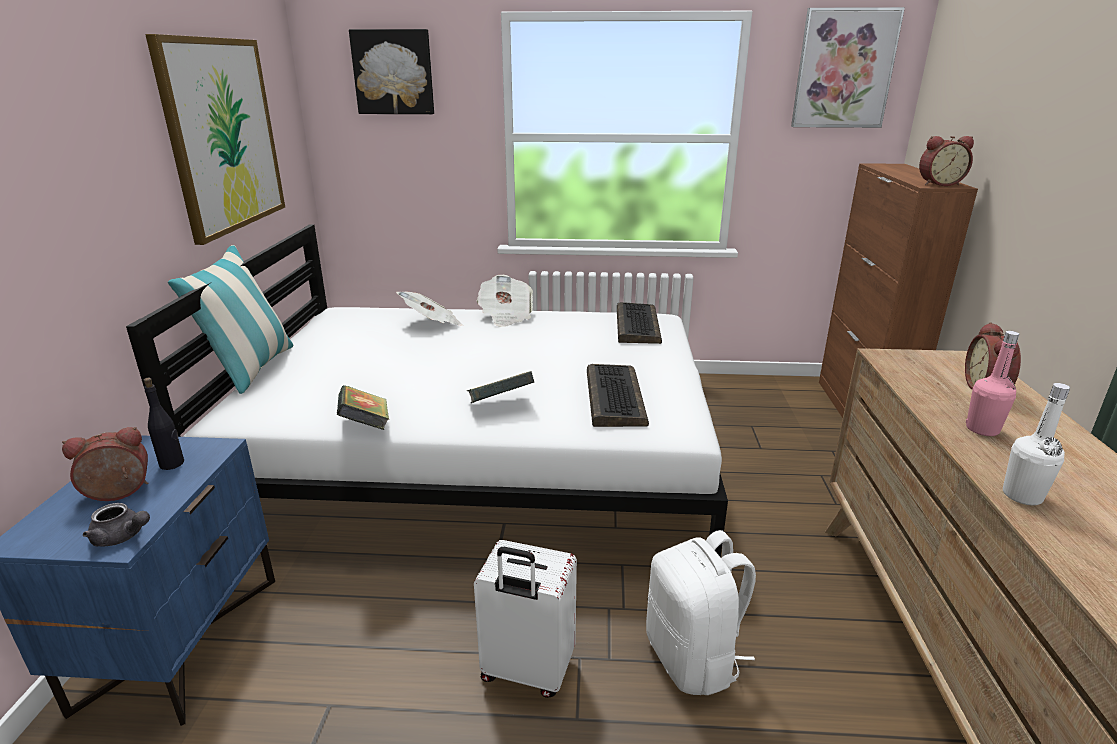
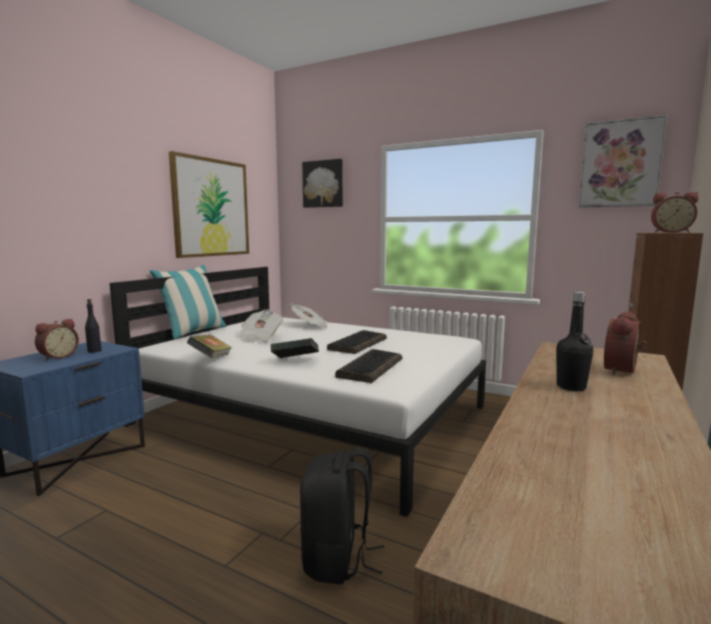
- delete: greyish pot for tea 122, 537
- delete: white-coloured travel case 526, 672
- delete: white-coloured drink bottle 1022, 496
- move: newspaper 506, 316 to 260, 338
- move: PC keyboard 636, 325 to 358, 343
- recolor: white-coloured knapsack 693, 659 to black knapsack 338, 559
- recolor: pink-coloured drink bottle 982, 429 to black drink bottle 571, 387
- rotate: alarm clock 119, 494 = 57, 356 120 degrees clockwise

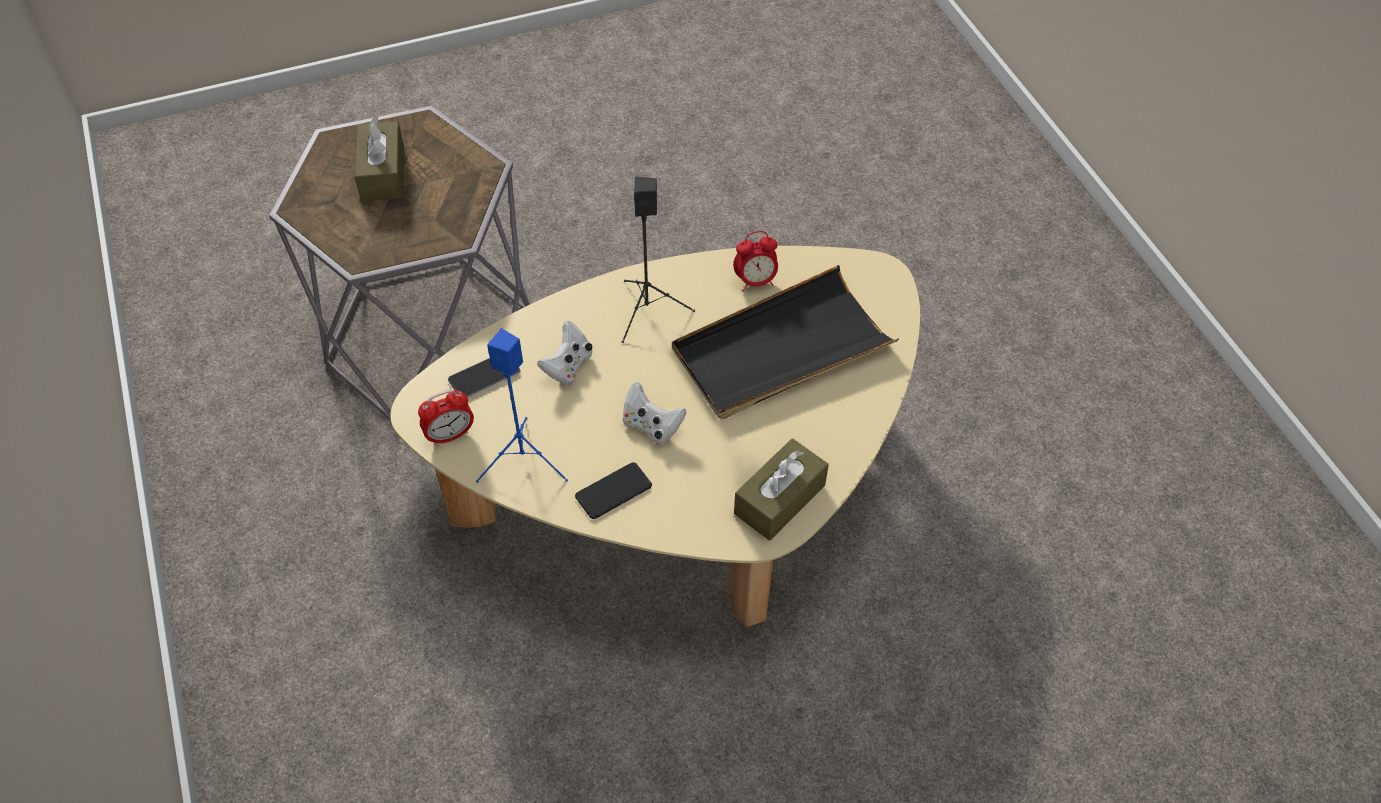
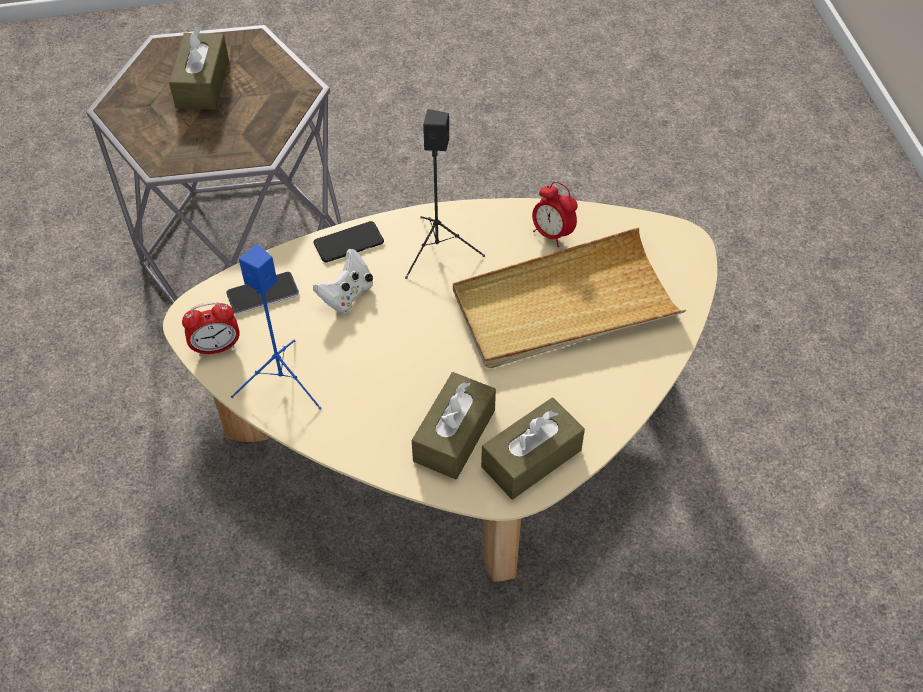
- delete: white-coloured game controller 651, 426
- insert: brownish tissue holder 454, 435
- move: phone 613, 491 to 348, 243
- recolor: black serving tray 781, 349 to beige-coloured serving tray 564, 305
- rotate: alarm clock 755, 281 = 552, 234 45 degrees clockwise

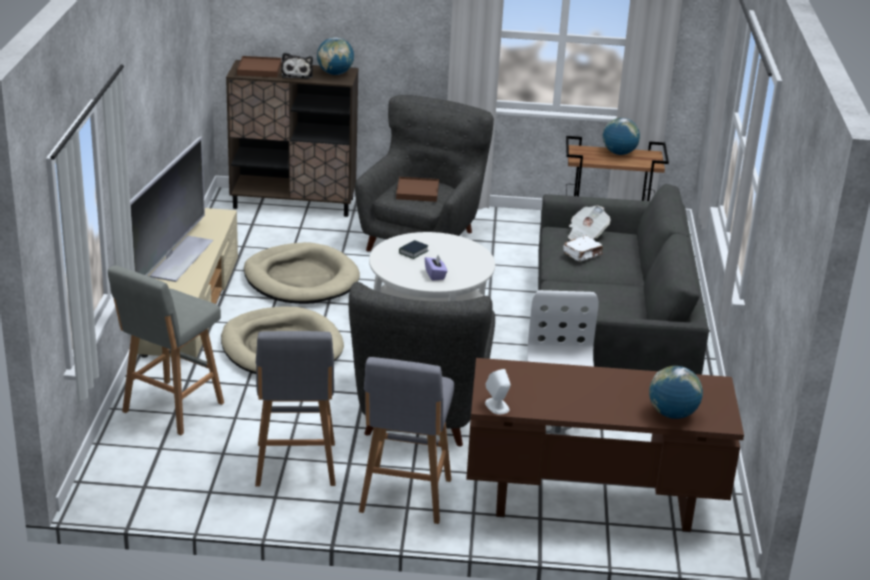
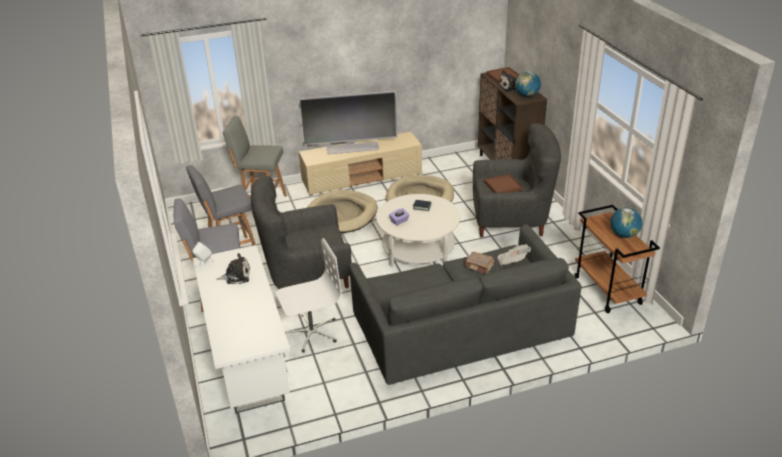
- delete: world globe 672, 414
- insert: cuddly toy 236, 276
- recolor: brownish desk 591, 502 to white-coloured desk 248, 363
- recolor: white-coloured book 582, 255 to brownish book 479, 267

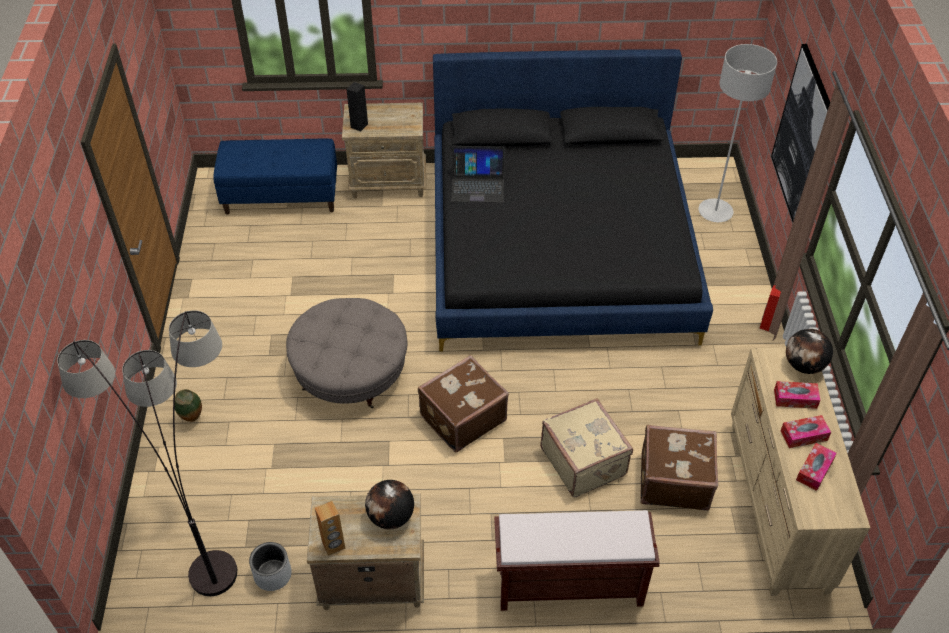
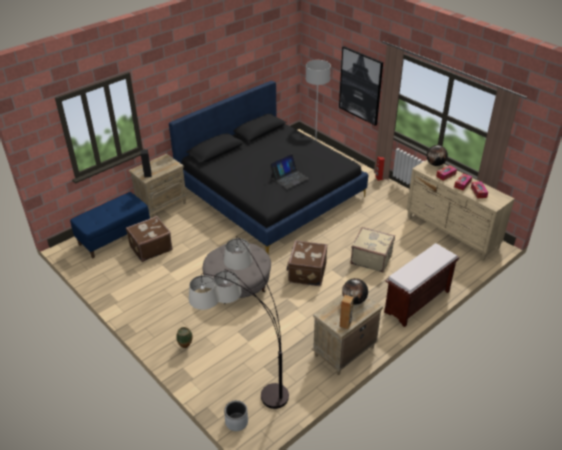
- move: greyish planter 272, 574 to 236, 422
- move: portable computer 477, 185 to 289, 178
- move: brownish travel case 673, 480 to 150, 248

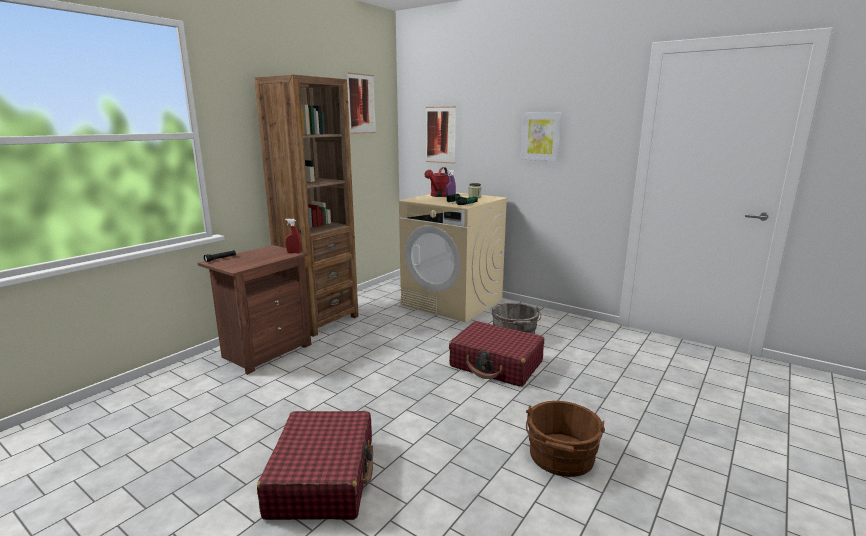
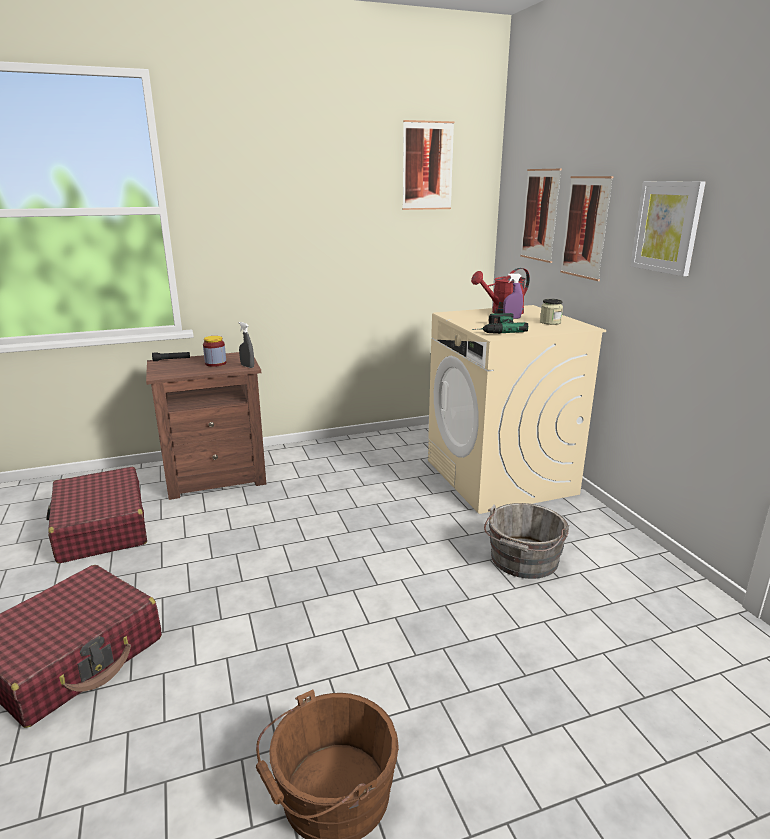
- delete: brownish bookcase 319, 320
- insert: jar 215, 363
- insert: picture 585, 227
- move: reddish travel case 496, 364 to 101, 528
- recolor: reddish sprayer 293, 252 to greyish sprayer 247, 366

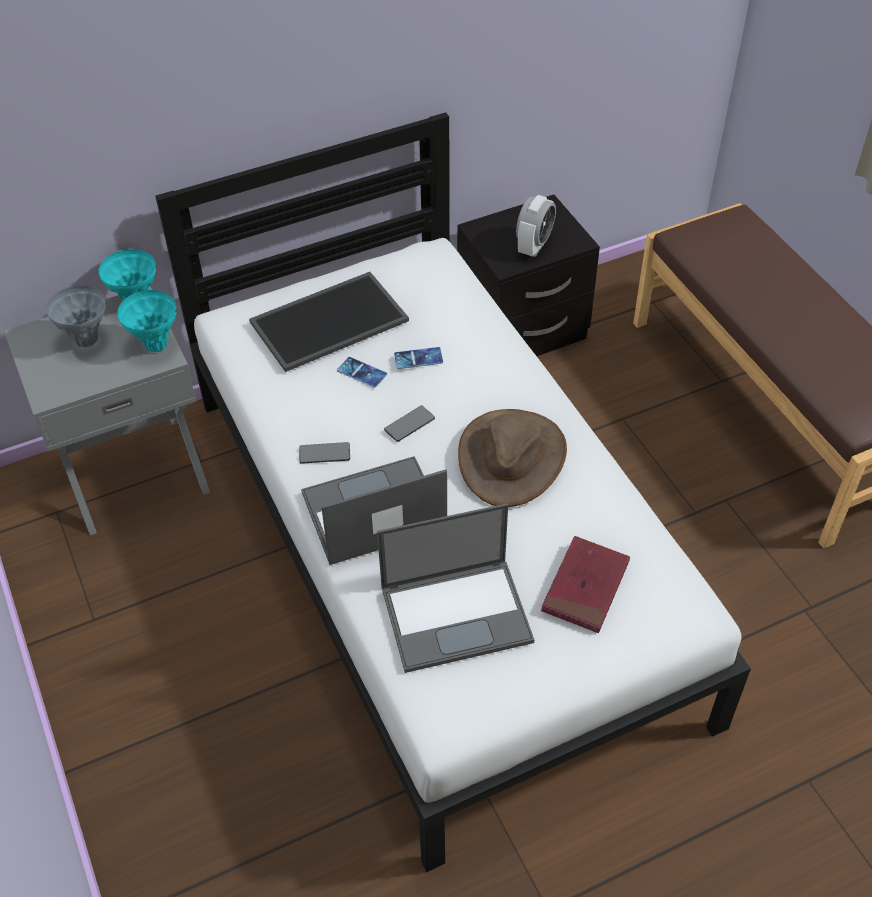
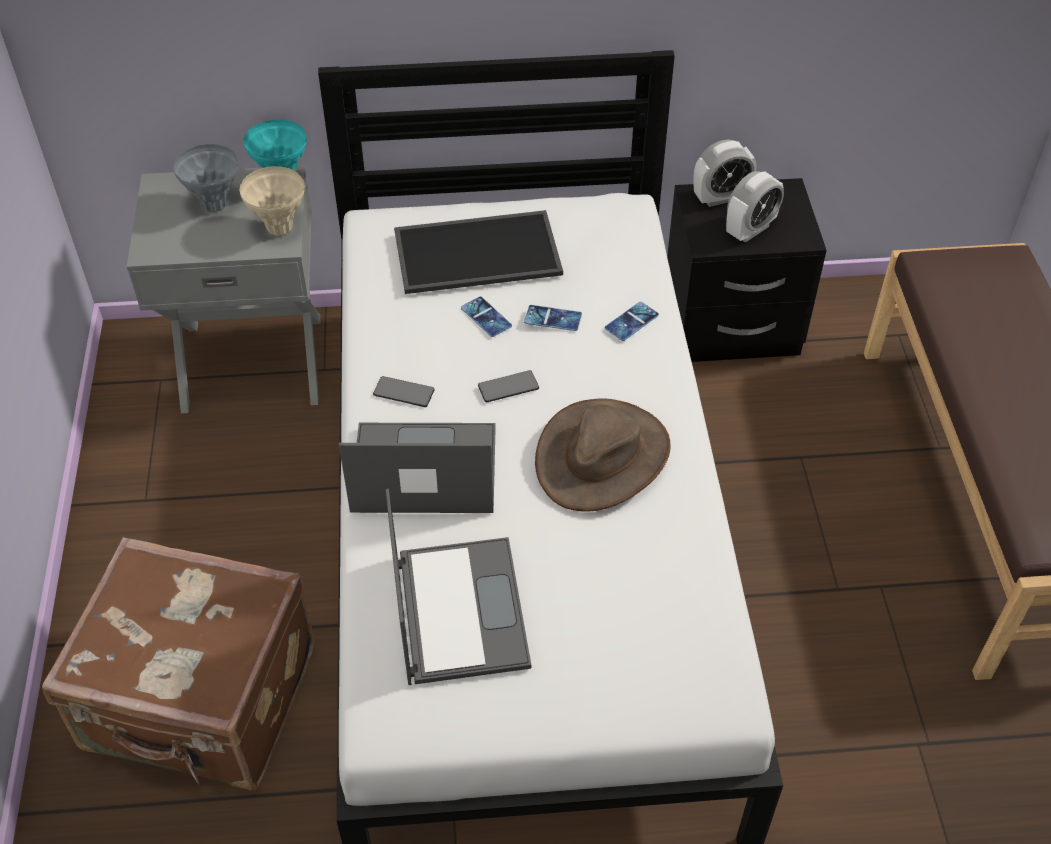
- delete: reddish book 585, 587
- insert: brownish travel case 201, 703
- insert: phone 631, 321
- insert: alarm clock 721, 197
- recolor: blue-green flower vase 155, 345 to beige-coloured flower vase 279, 228
- rotate: portable computer 458, 613 = 458, 608 105 degrees counterclockwise

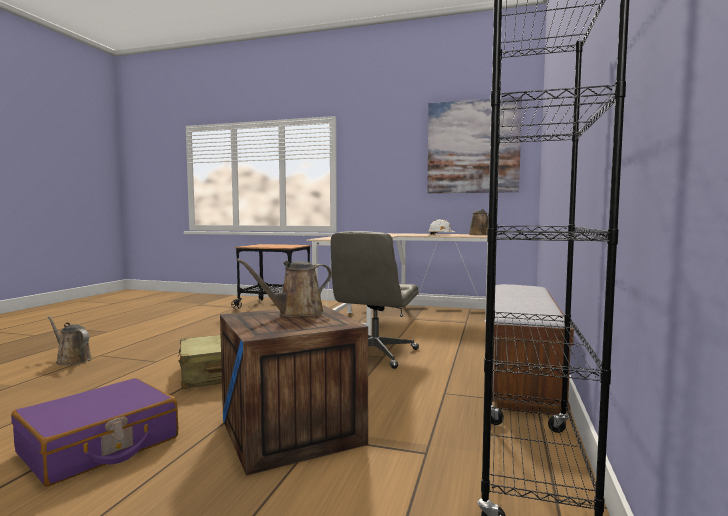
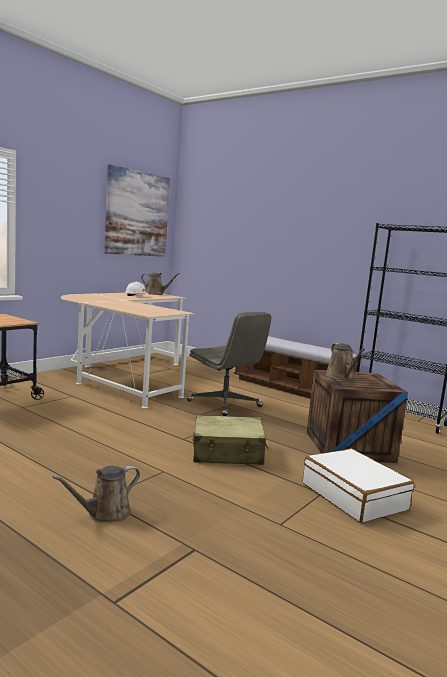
- recolor: purplish travel case 99, 446 to white-coloured travel case 354, 497

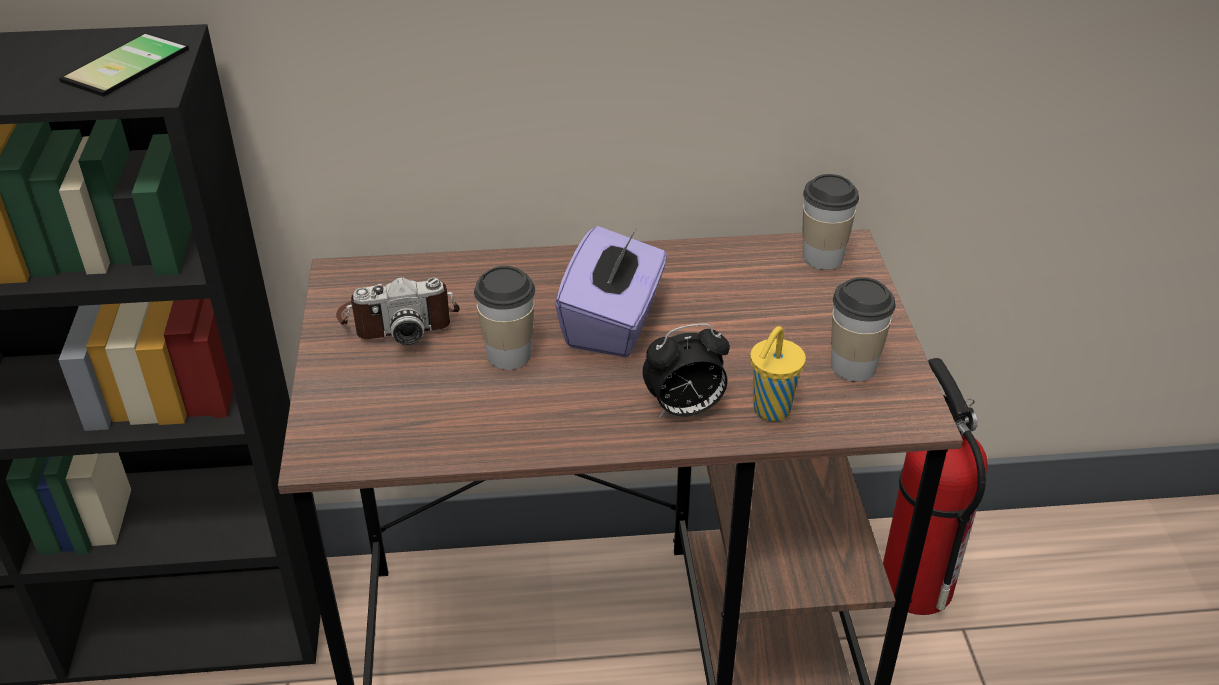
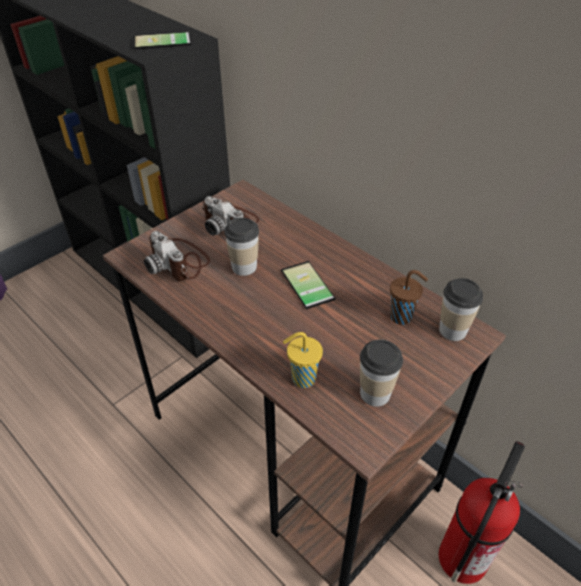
- delete: alarm clock 684, 409
- insert: still camera 179, 262
- insert: brownish small cup 402, 317
- replace: purplish tissue holder 613, 323 to phone 304, 285

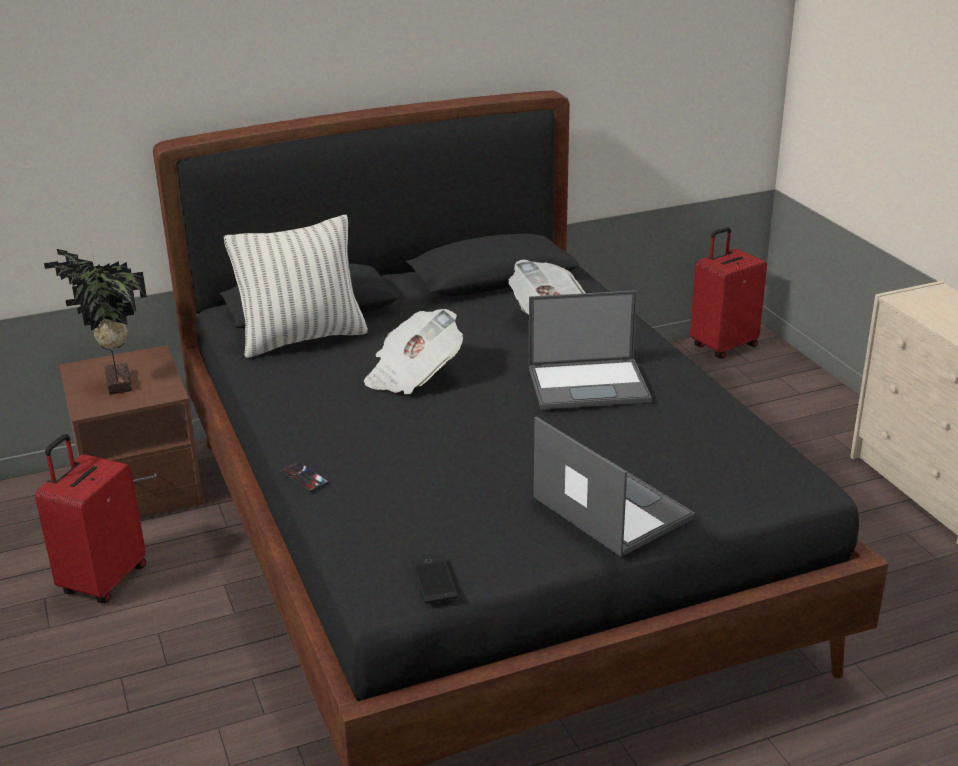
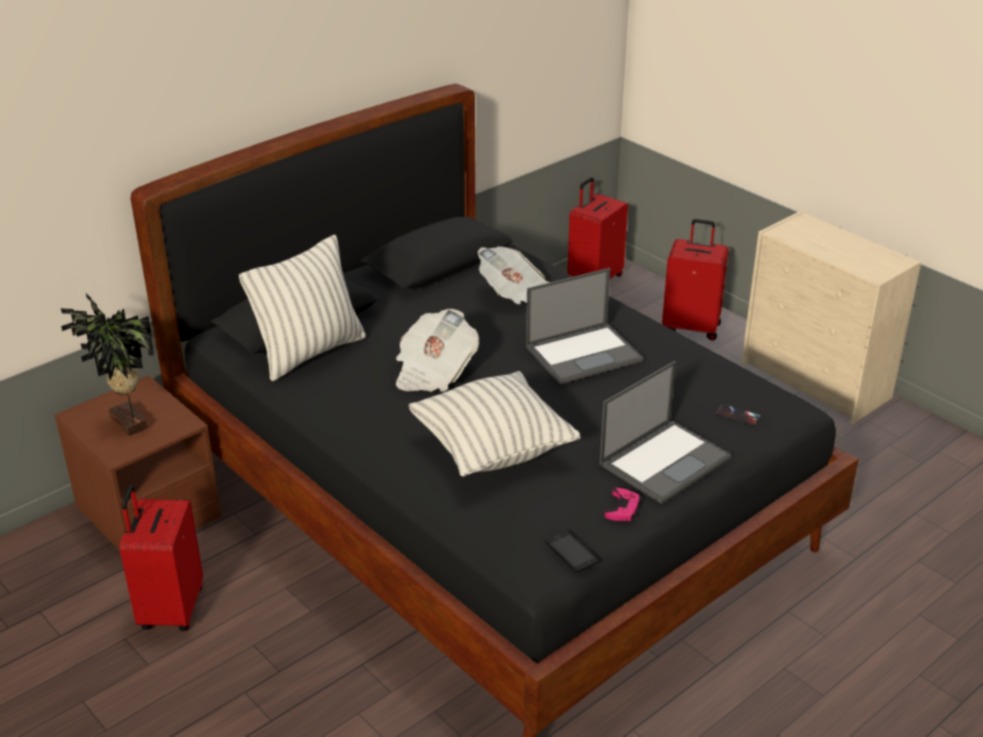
- insert: pillow 493, 450
- insert: pink-coloured game controller 622, 508
- insert: reddish travel case 691, 327
- move: phone 304, 477 to 737, 415
- rotate: portable computer 610, 507 = 665, 460 105 degrees clockwise

